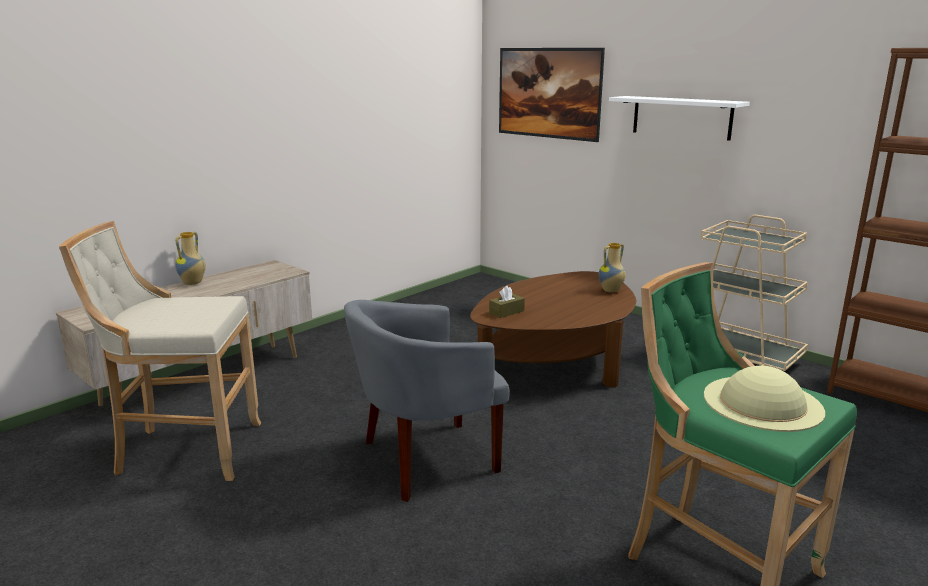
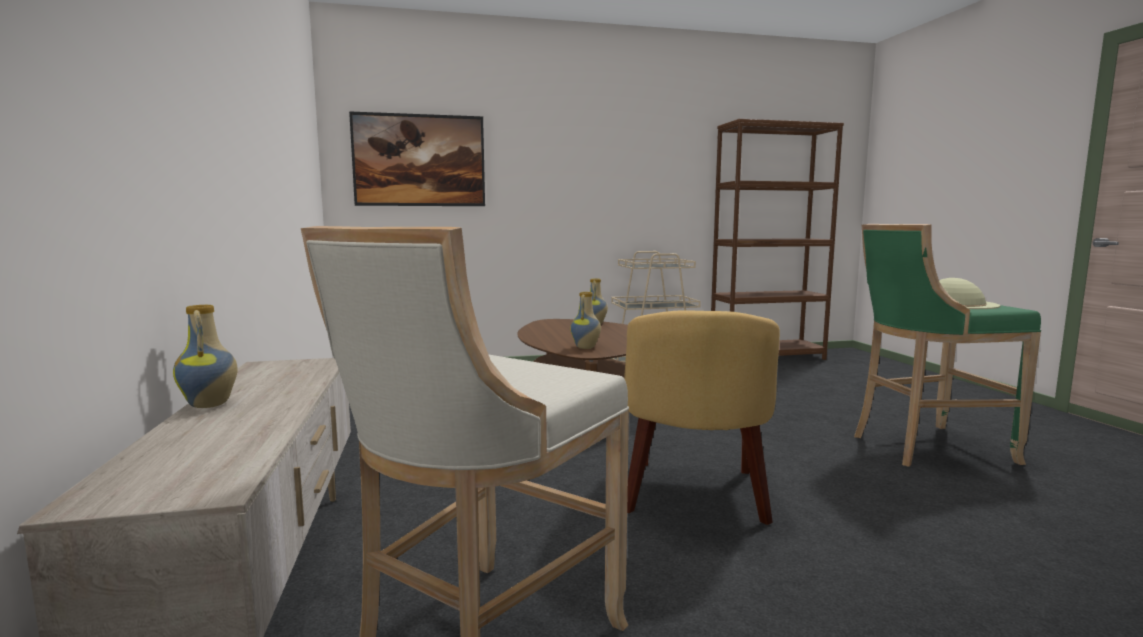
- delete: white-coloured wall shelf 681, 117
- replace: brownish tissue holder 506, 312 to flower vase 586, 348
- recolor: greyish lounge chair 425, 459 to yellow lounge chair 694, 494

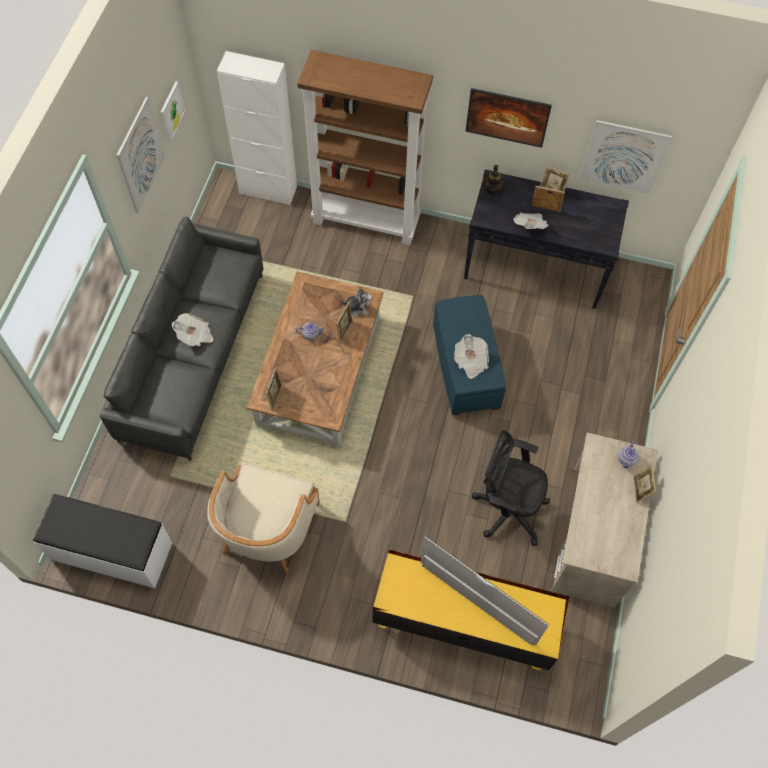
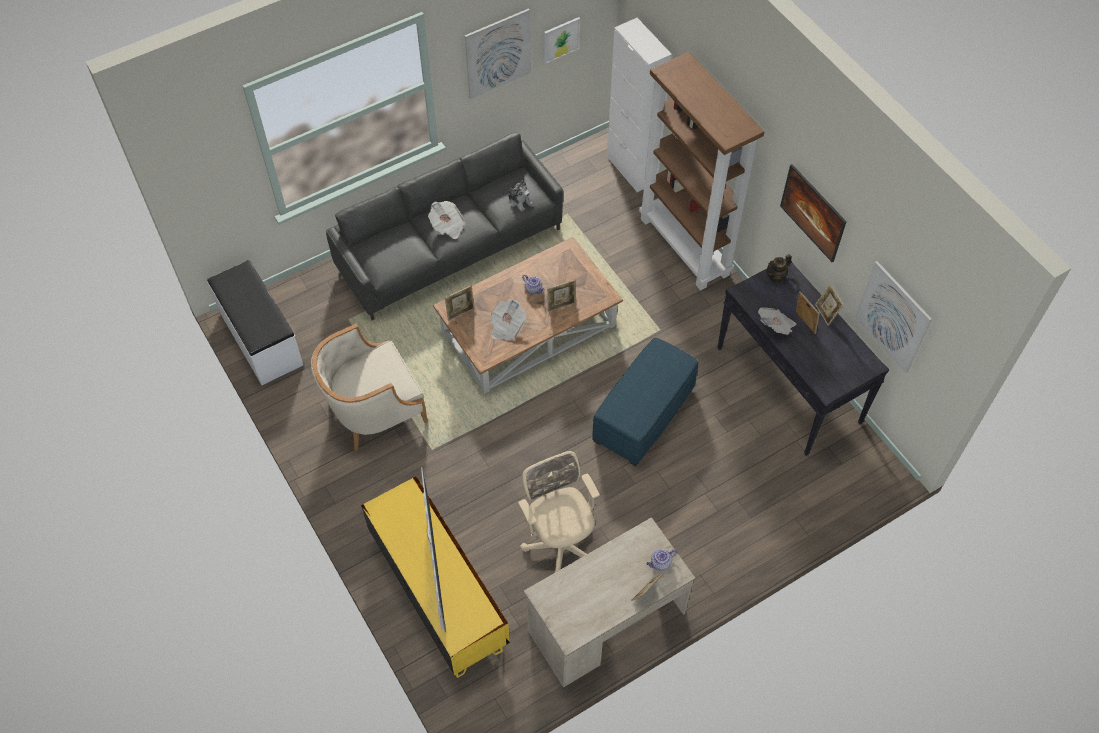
- move: cuddly toy 357, 308 to 519, 201
- move: newspaper 470, 361 to 506, 327
- recolor: black office chair 506, 509 to beige-coloured office chair 560, 544

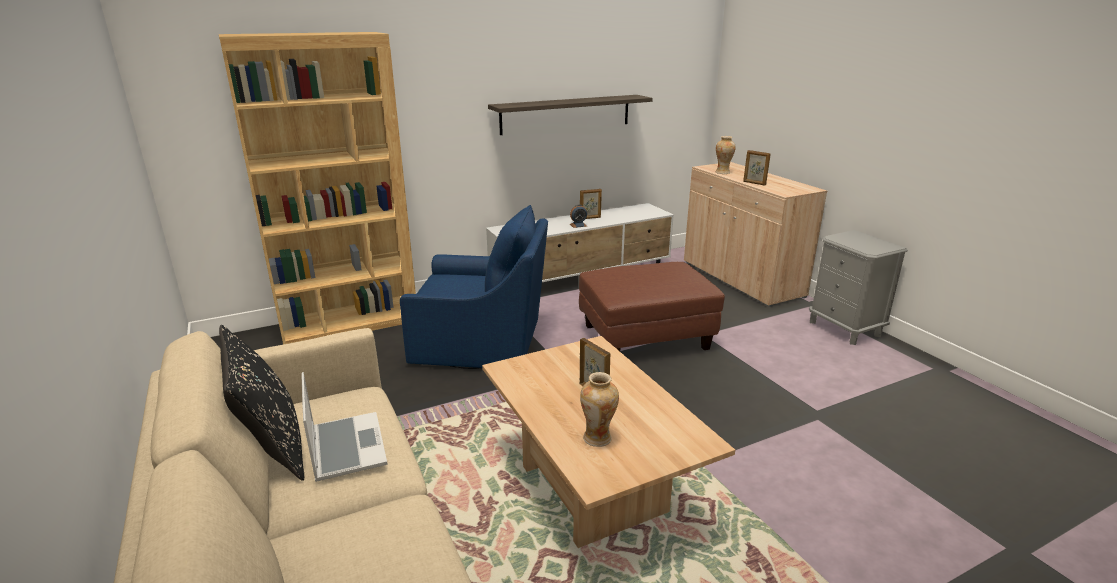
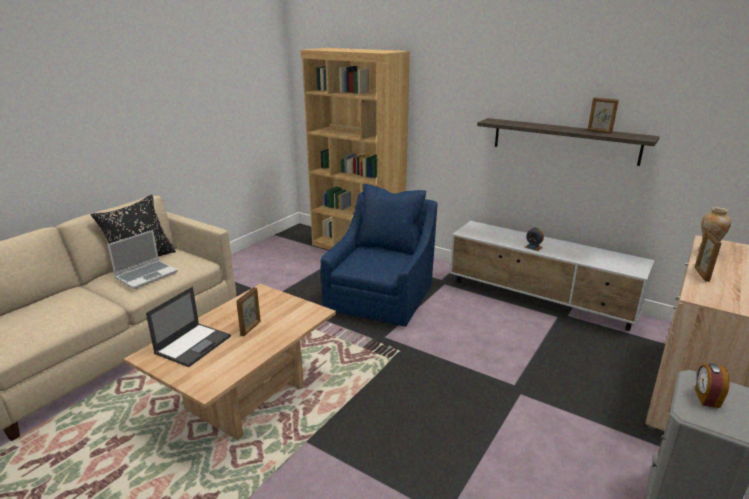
- delete: brownish pouffe 646, 338
- insert: alarm clock 706, 398
- move: photo frame 590, 218 to 599, 132
- replace: flower vase 597, 438 to portable computer 193, 344
- rotate: blue lounge chair 483, 343 = 382, 297 135 degrees counterclockwise

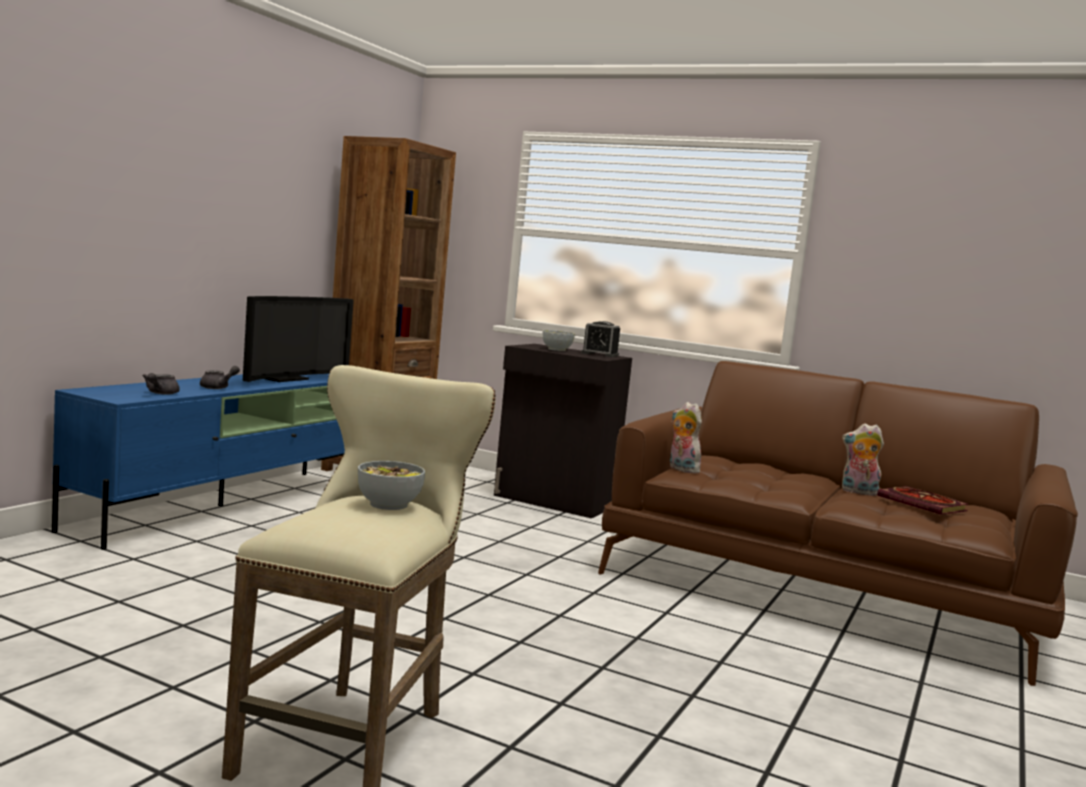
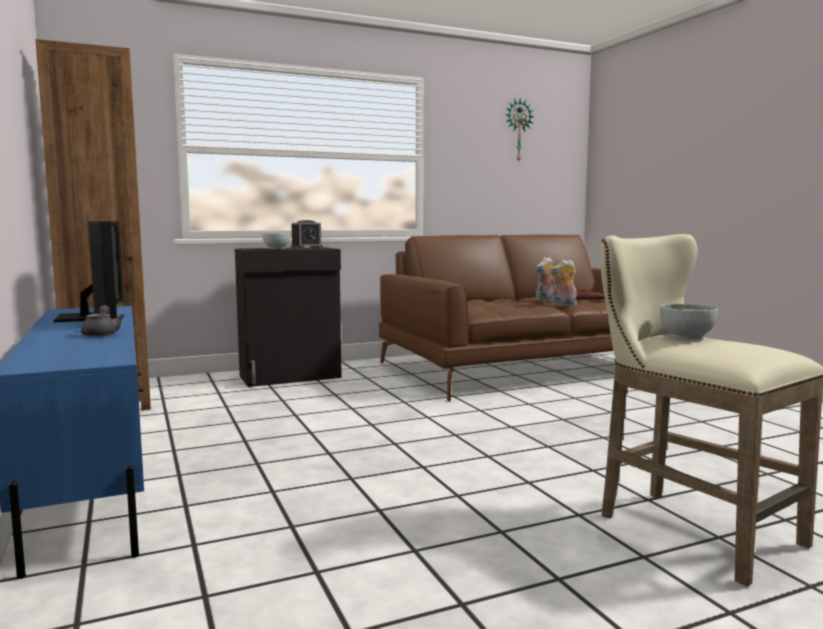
- delete: greyish pot for tea 160, 393
- insert: hanging clock 517, 130
- move: cuddly toy 681, 469 to 563, 306

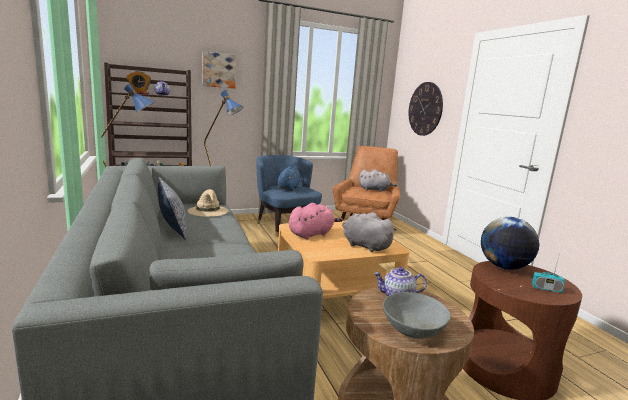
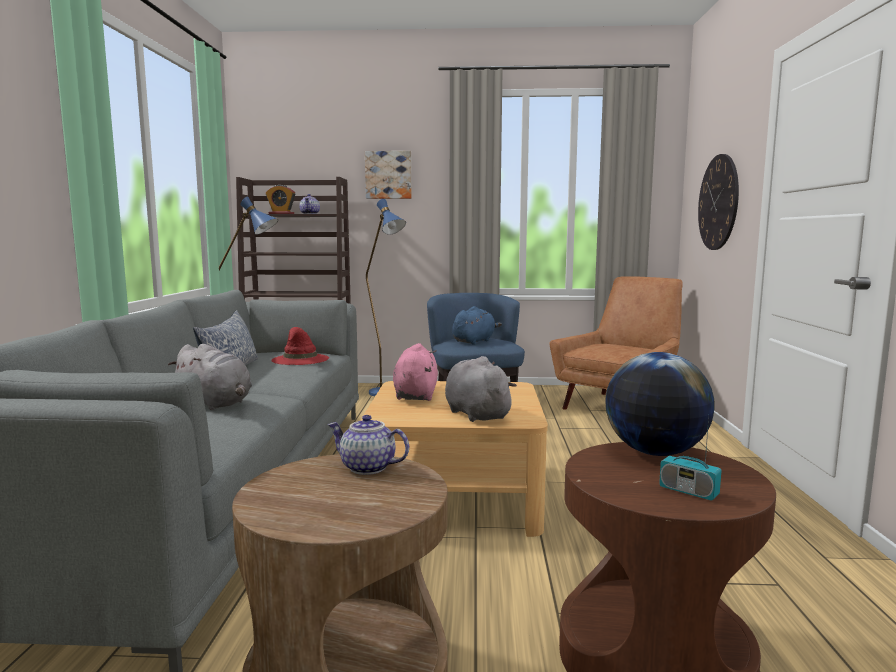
- delete: greyish serving bowl 412, 329
- move: greyish cuddly toy 375, 190 to 215, 404
- recolor: beige-coloured clothing hat 208, 211 to reddish clothing hat 300, 359
- rotate: pink-coloured cuddly toy 312, 234 = 415, 395 75 degrees counterclockwise

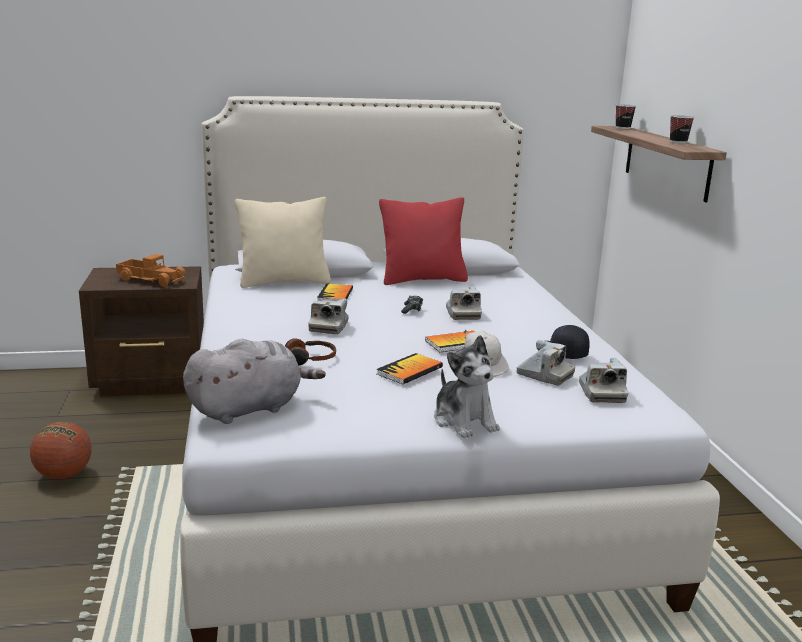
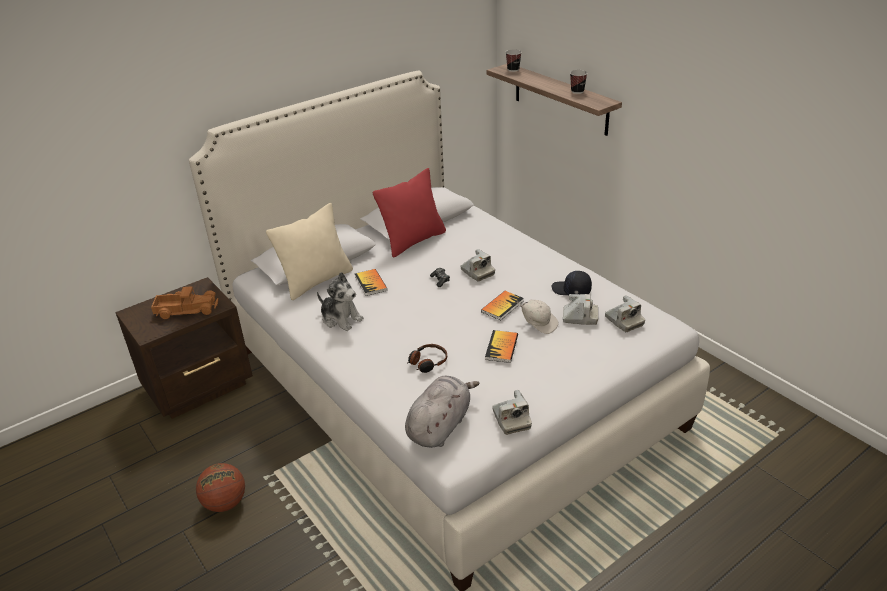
- move: still camera 329, 327 to 511, 419
- move: cuddly toy 464, 421 to 341, 319

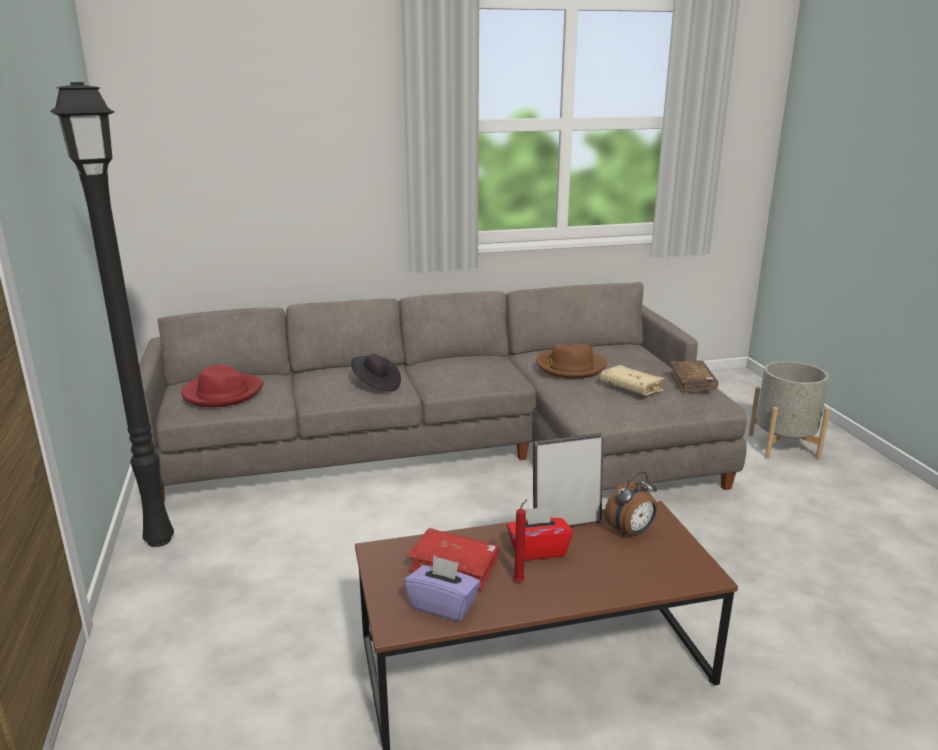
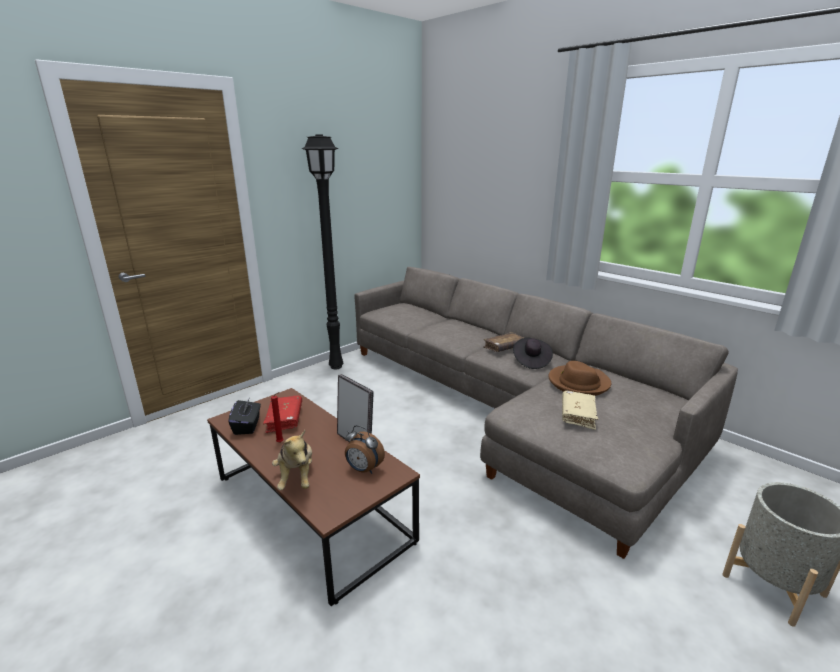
- delete: reddish clothing hat 222, 393
- delete: reddish tissue holder 538, 550
- insert: cuddly toy 296, 476
- move: black clothing hat 376, 385 to 531, 361
- move: brownish book 692, 383 to 504, 347
- recolor: purplish tissue holder 443, 605 to black tissue holder 247, 426

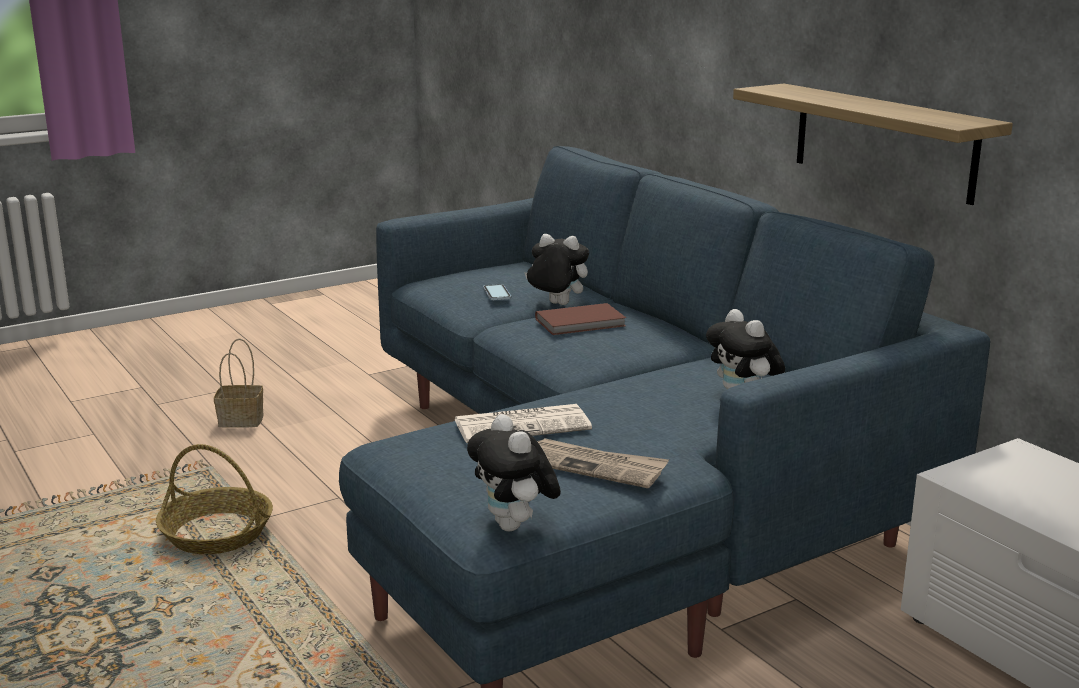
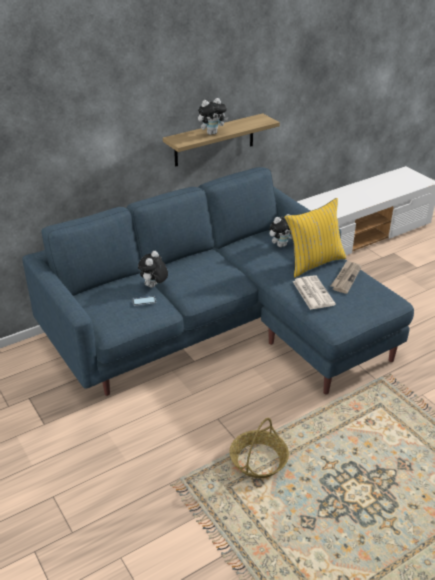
- delete: basket 242, 420
- delete: brownish book 582, 323
- insert: yellow pillow 313, 263
- move: cuddly toy 515, 526 to 212, 133

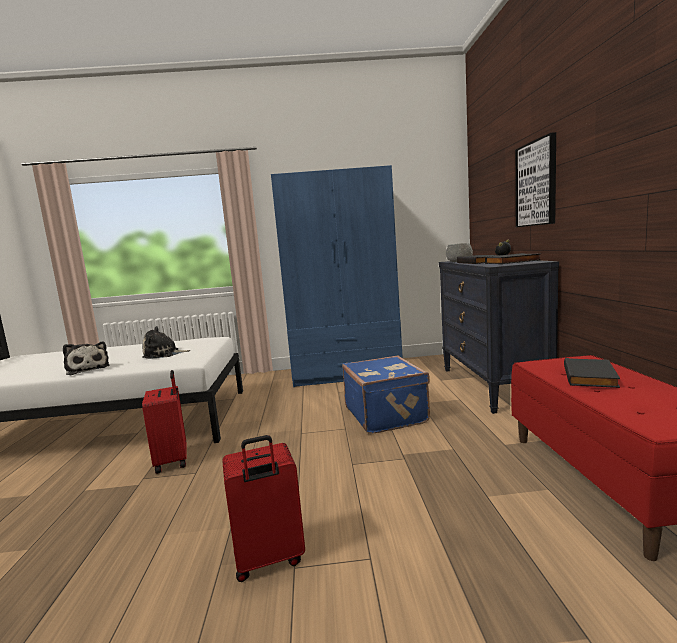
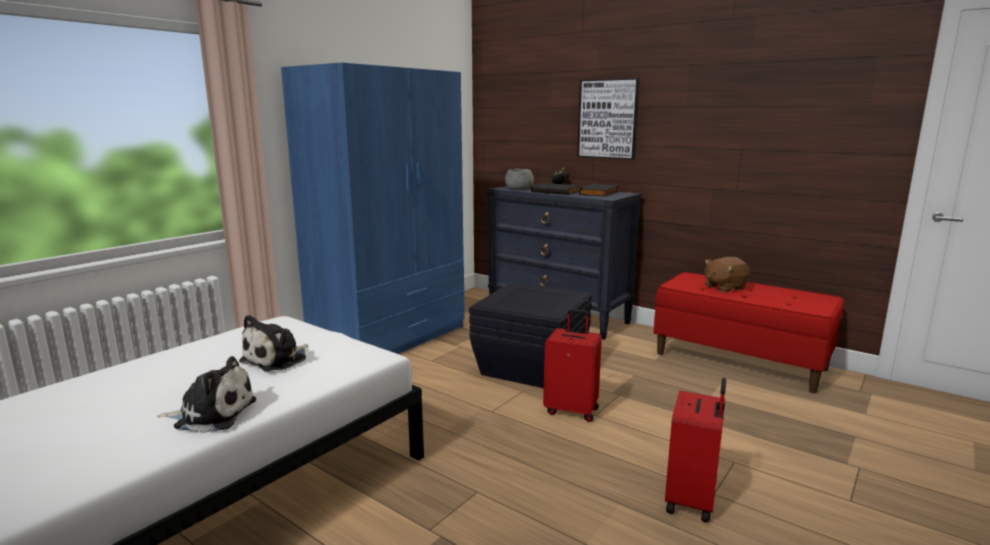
- move: reddish travel case 173, 461 to 572, 410
- replace: blue travel case 387, 415 to black storage box 531, 367
- replace: black book 591, 376 to brownish cuddly toy 724, 287

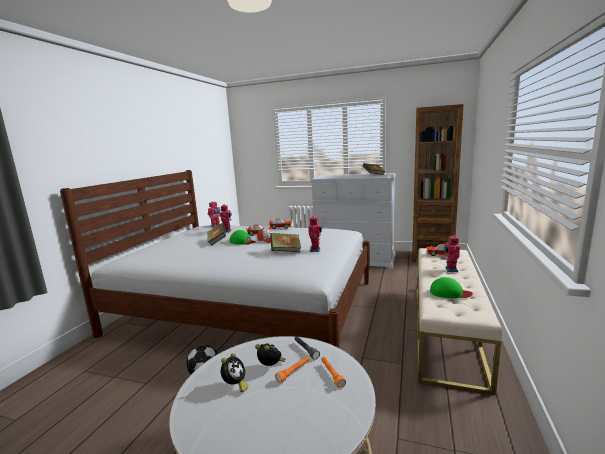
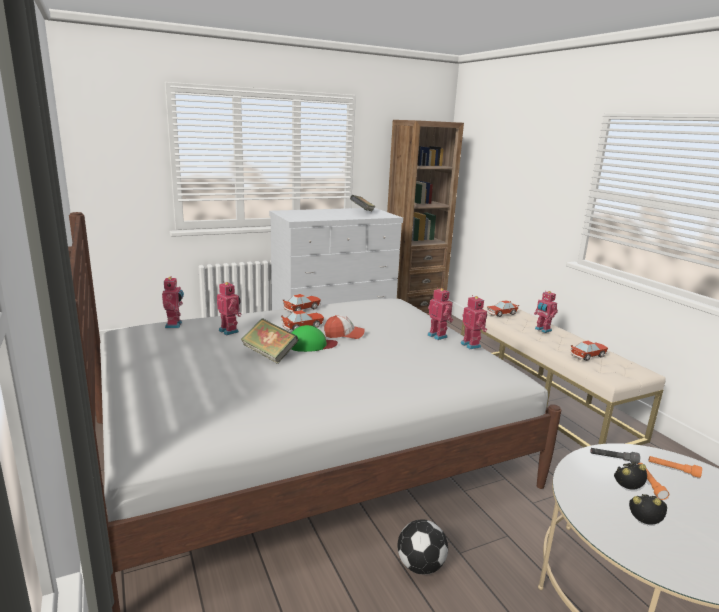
- delete: book 286, 251
- insert: robot figure 471, 345
- replace: green-coloured cap 449, 293 to toy car 588, 355
- rotate: alarm clock 235, 385 = 644, 524 45 degrees counterclockwise

